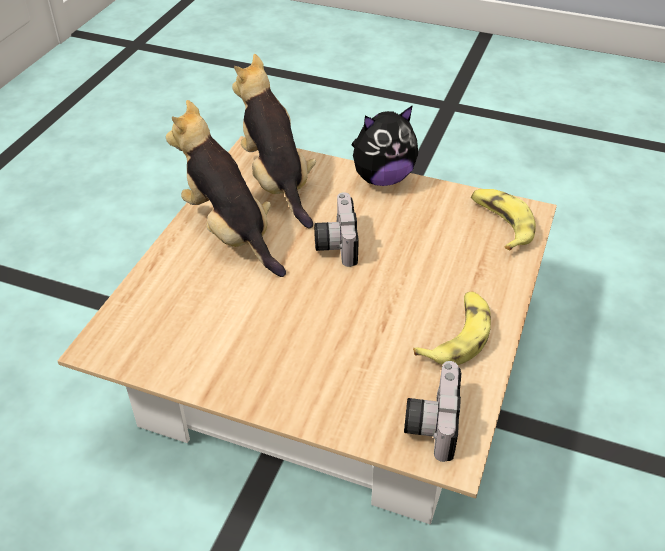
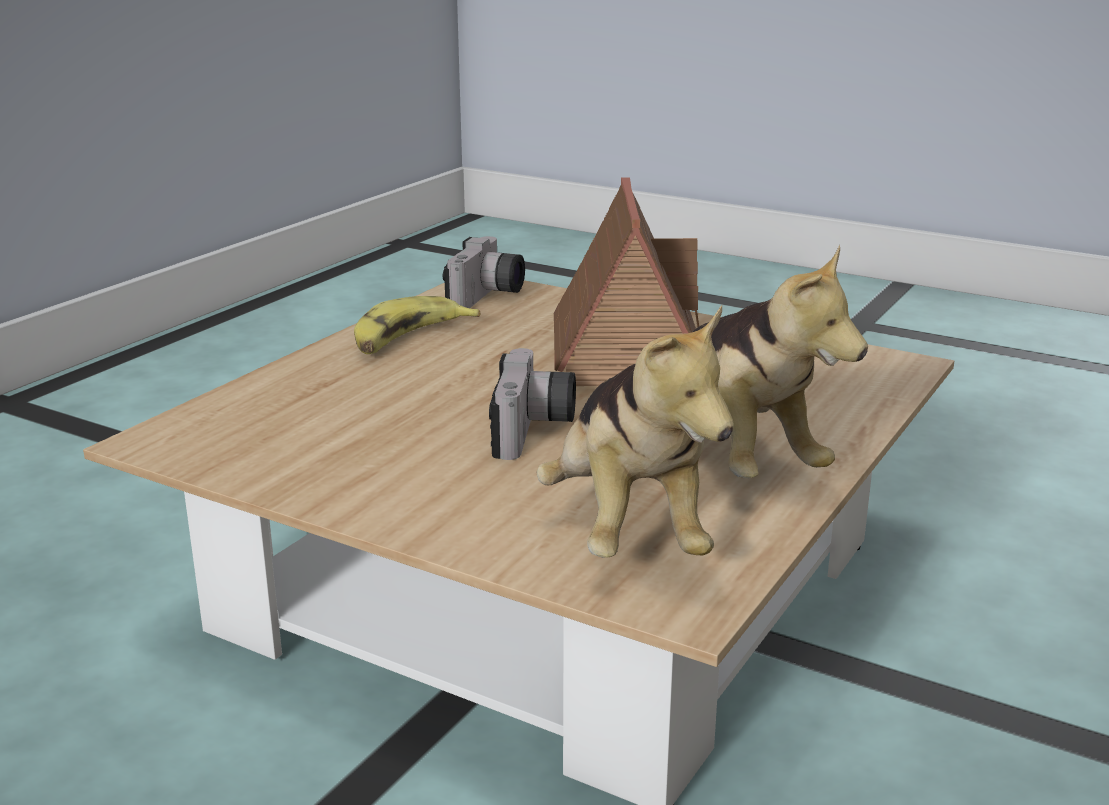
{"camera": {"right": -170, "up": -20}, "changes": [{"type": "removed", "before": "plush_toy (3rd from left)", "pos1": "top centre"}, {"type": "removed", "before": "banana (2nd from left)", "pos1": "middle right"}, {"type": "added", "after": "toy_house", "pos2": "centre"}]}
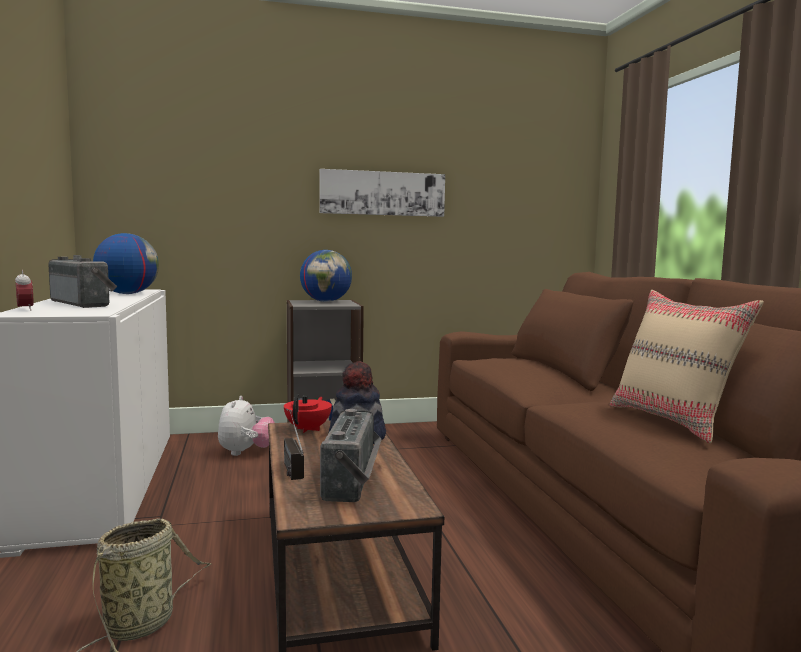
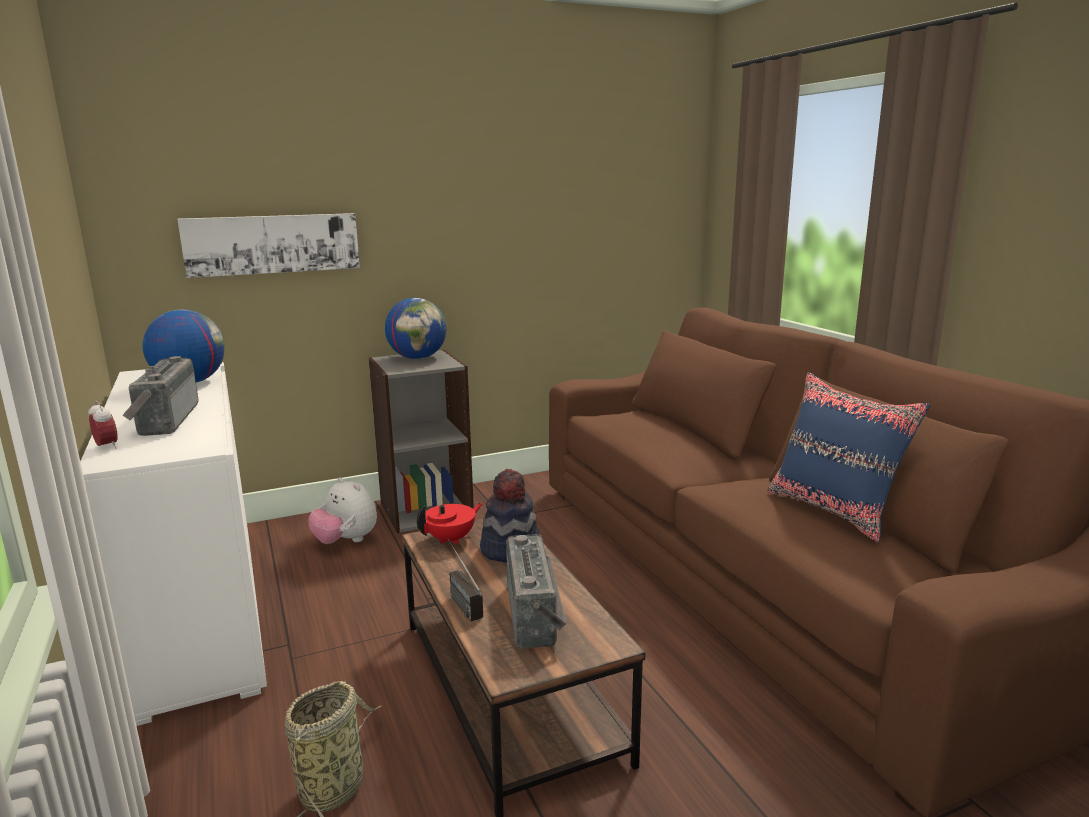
{"camera": {"right": -10, "up": 10}, "changes": [{"type": "turned", "before": "radio (1st from left)", "pos1": "middle left", "pos2": "middle left", "turn": -135}, {"type": "turned", "before": "plush_toy", "pos1": "middle left", "pos2": "middle left", "turn": 135}, {"type": "turned", "before": "red_teapot", "pos1": "centre", "pos2": "centre", "turn": 45}, {"type": "moved", "before": "picture", "pos1": "top centre", "pos2": "top left"}, {"type": "recoloured", "before": "beige_pillow", "after": "blue_pillow", "pos1": "middle right", "pos2": "middle right"}]}
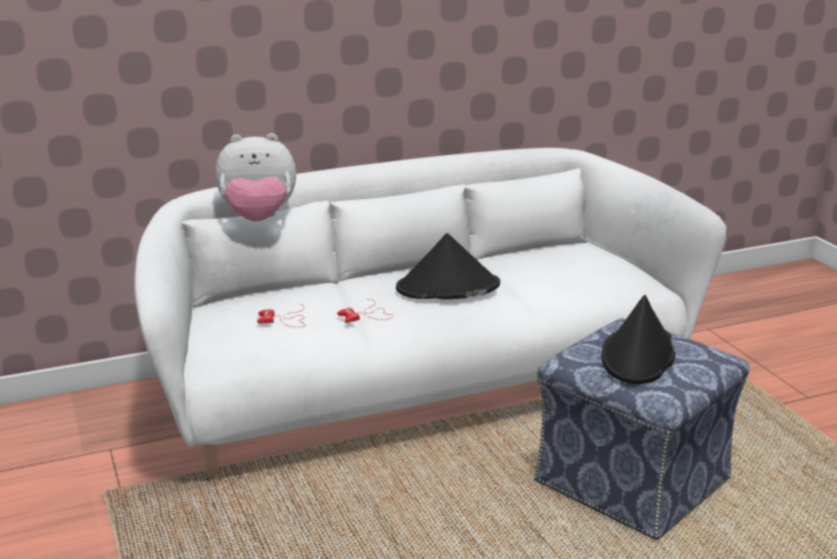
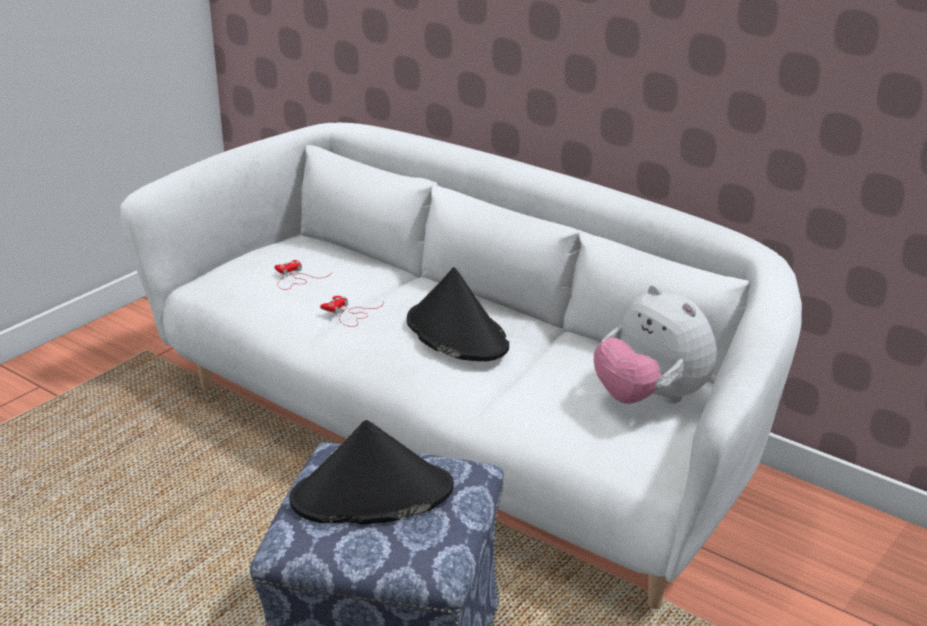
{"camera": {"right": 60, "up": 5}, "changes": [{"type": "moved", "before": "plush_toy", "pos1": "top left", "pos2": "middle right"}]}
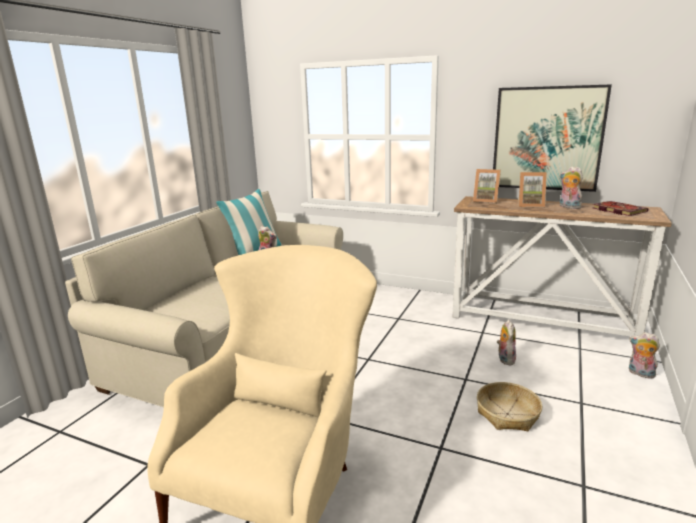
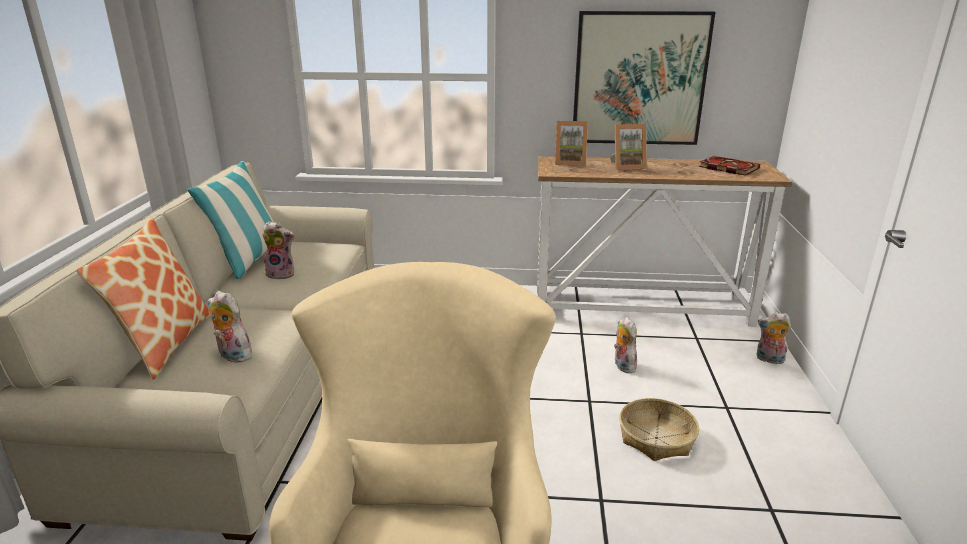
{"camera": {"right": -20, "up": 5}, "changes": [{"type": "moved", "before": "plush_toy (3rd from left in the first image)", "after": "plush_toy (1st from left)", "pos1": "middle right", "pos2": "middle left"}, {"type": "added", "after": "pillow (1st from left)", "pos2": "middle left"}]}
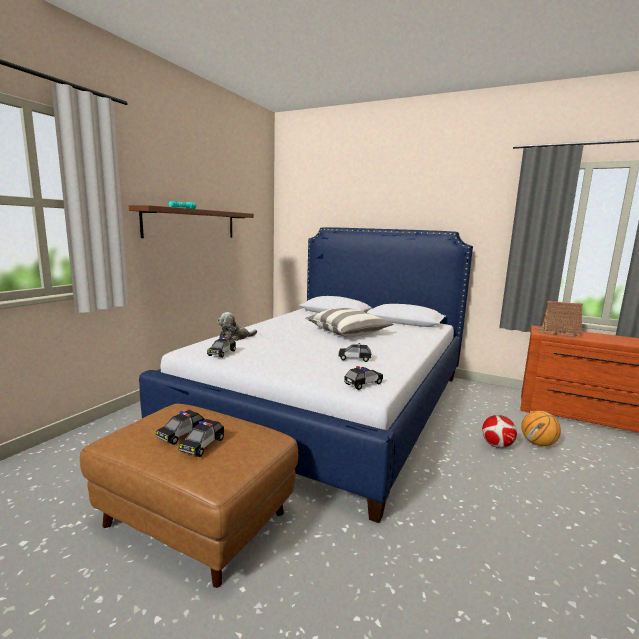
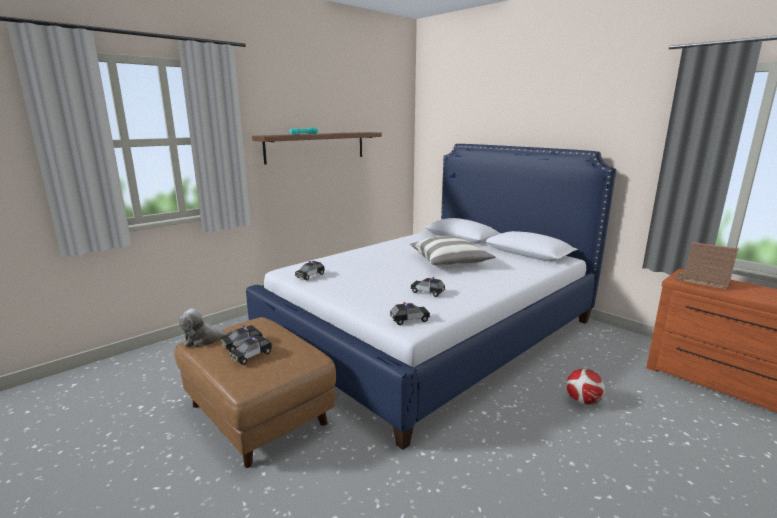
{"camera": {"right": 20, "up": 5}, "changes": [{"type": "moved", "before": "plush_toy", "pos1": "centre", "pos2": "middle left"}, {"type": "removed", "before": "basketball", "pos1": "bottom right"}]}
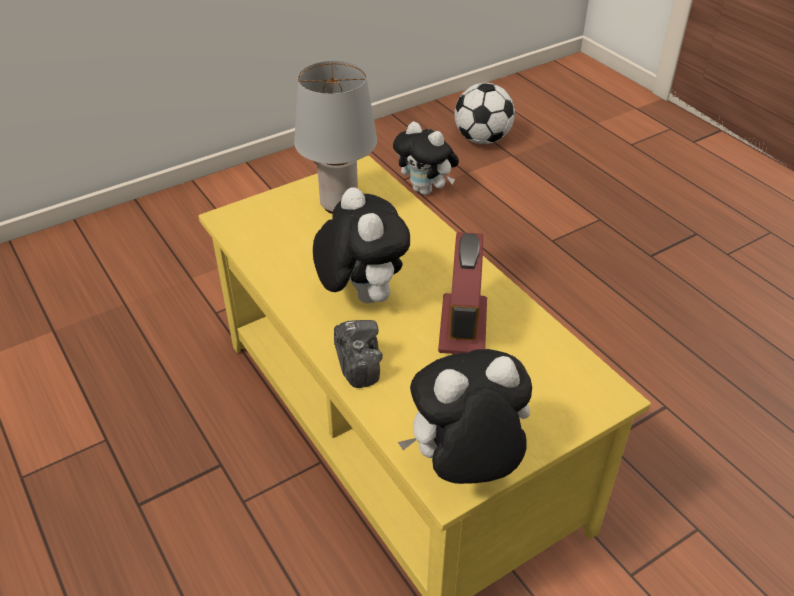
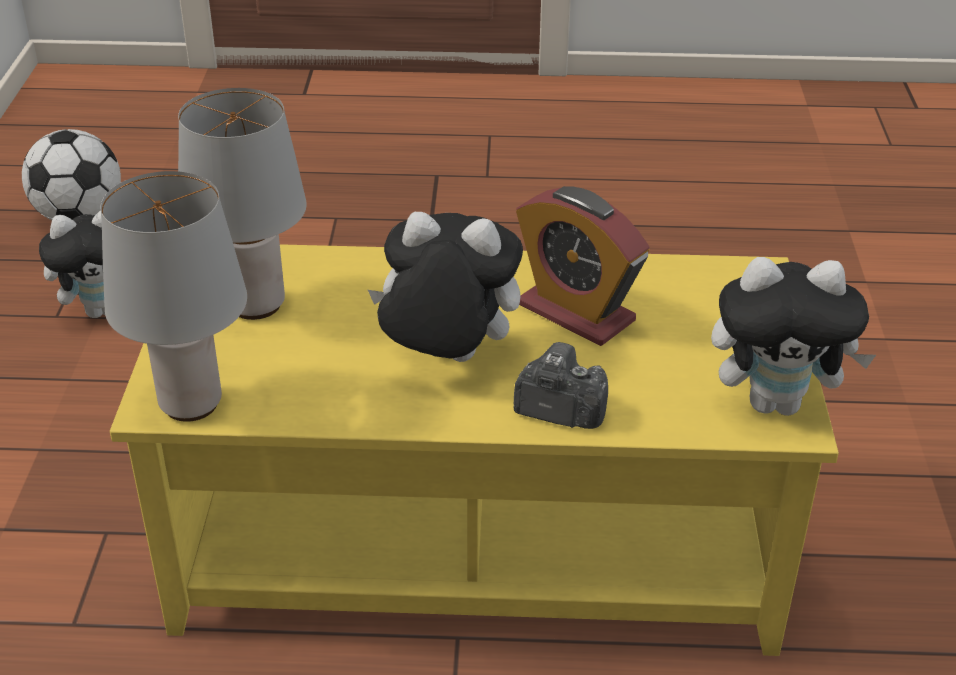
{"camera": {"right": -55, "up": -5}, "changes": [{"type": "turned", "before": "plush_toy (3rd from left)", "pos1": "bottom centre", "pos2": "middle right", "turn": -105}, {"type": "added", "after": "grey_table_lamp (1st from left)", "pos2": "middle left"}]}
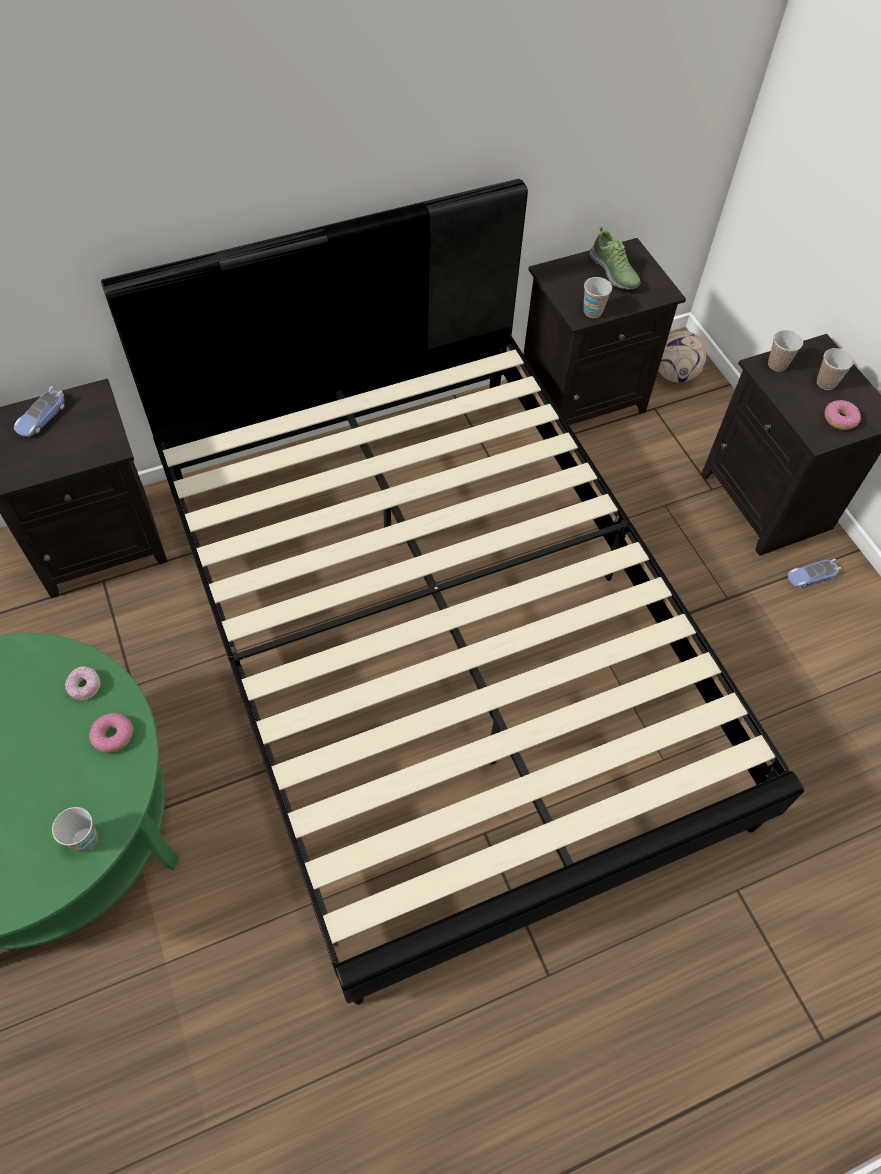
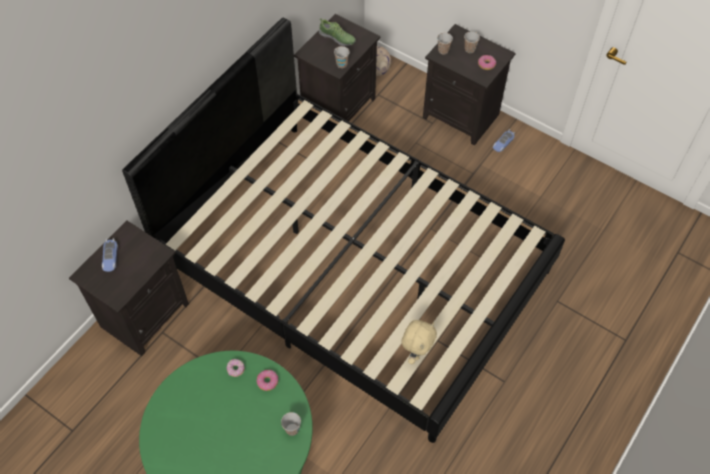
{"camera": {"right": -30, "up": 0}, "changes": [{"type": "added", "after": "beige_plush_toy", "pos2": "bottom centre"}]}
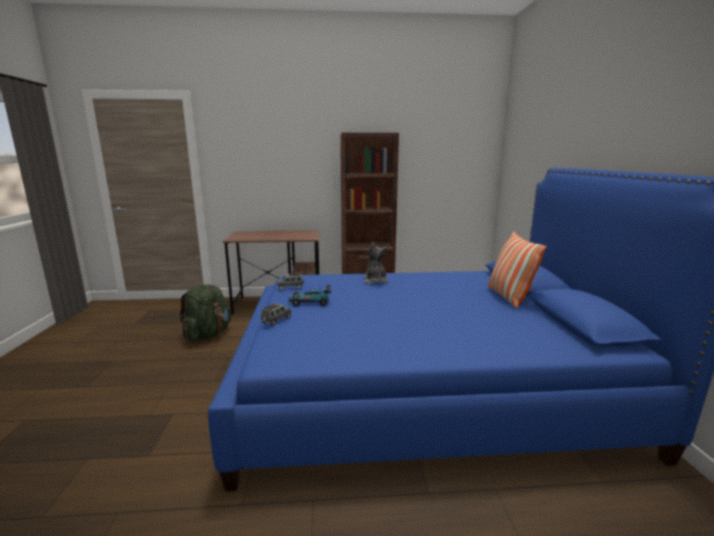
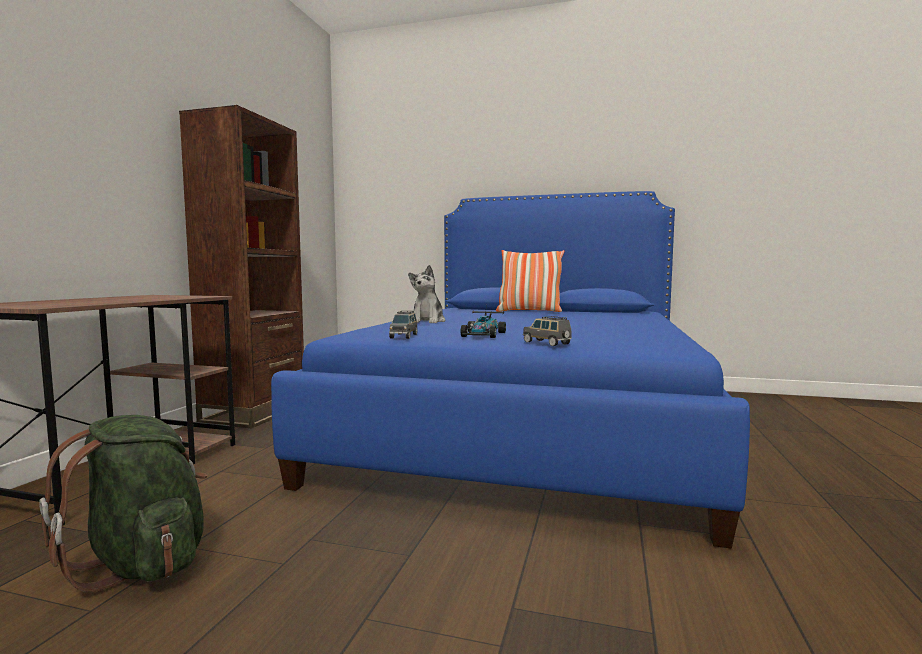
{"camera": {"right": -70, "up": -10}, "changes": [{"type": "turned", "before": "plush_toy", "pos1": "centre", "pos2": "centre", "turn": -90}]}
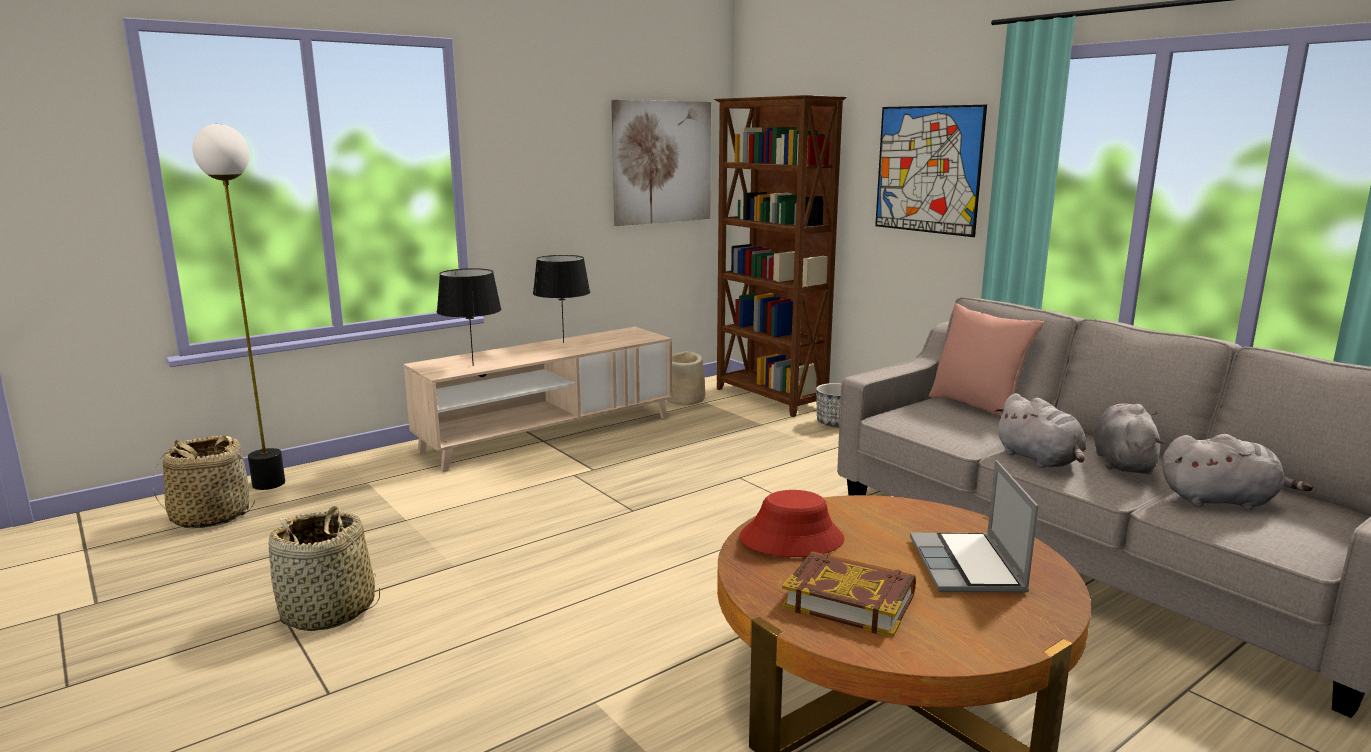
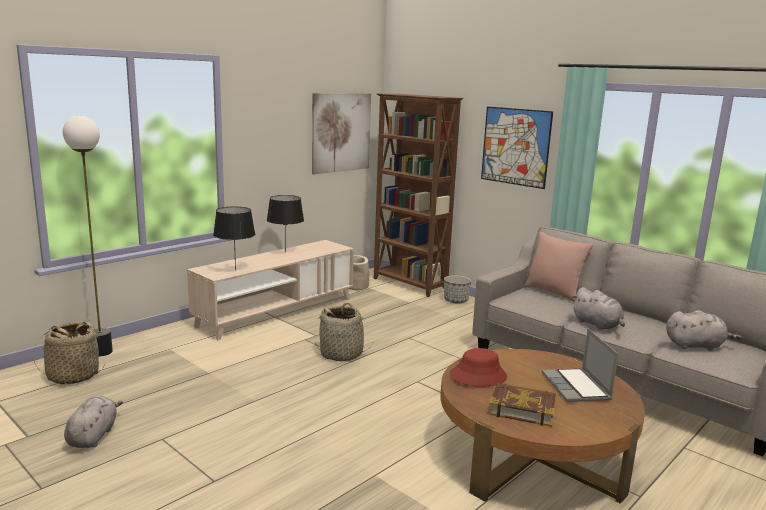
{"camera": {"right": -10, "up": 0}, "changes": [{"type": "moved", "before": "basket (2nd from left)", "pos1": "bottom left", "pos2": "centre"}, {"type": "moved", "before": "grey_plush_toy (2nd from left in the first image)", "after": "grey_plush_toy (1st from left)", "pos1": "middle right", "pos2": "bottom left"}]}
